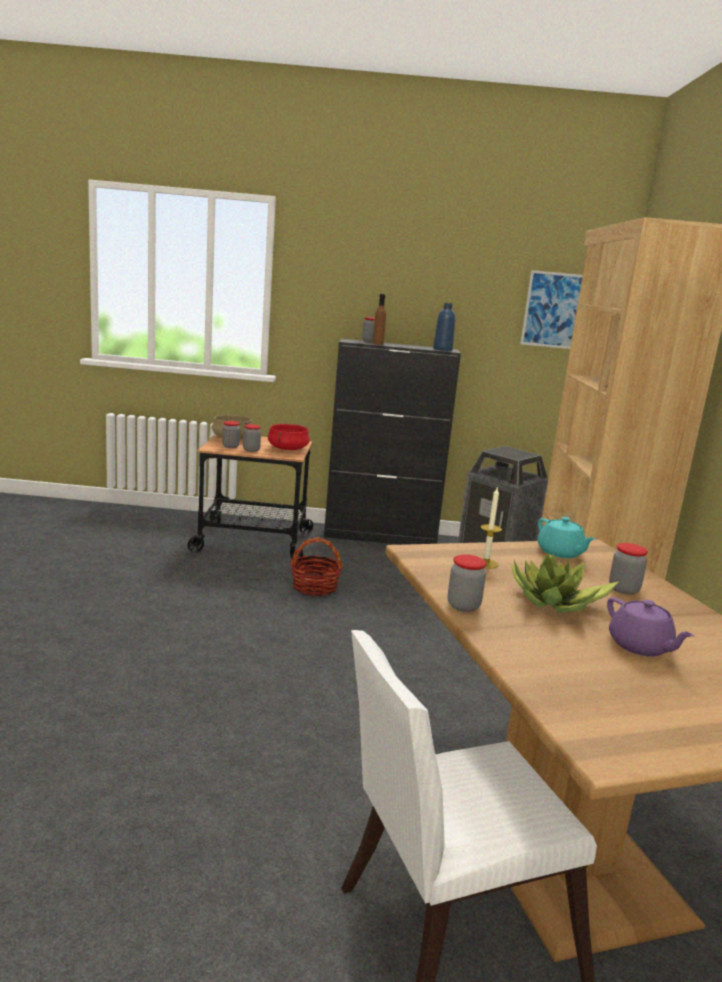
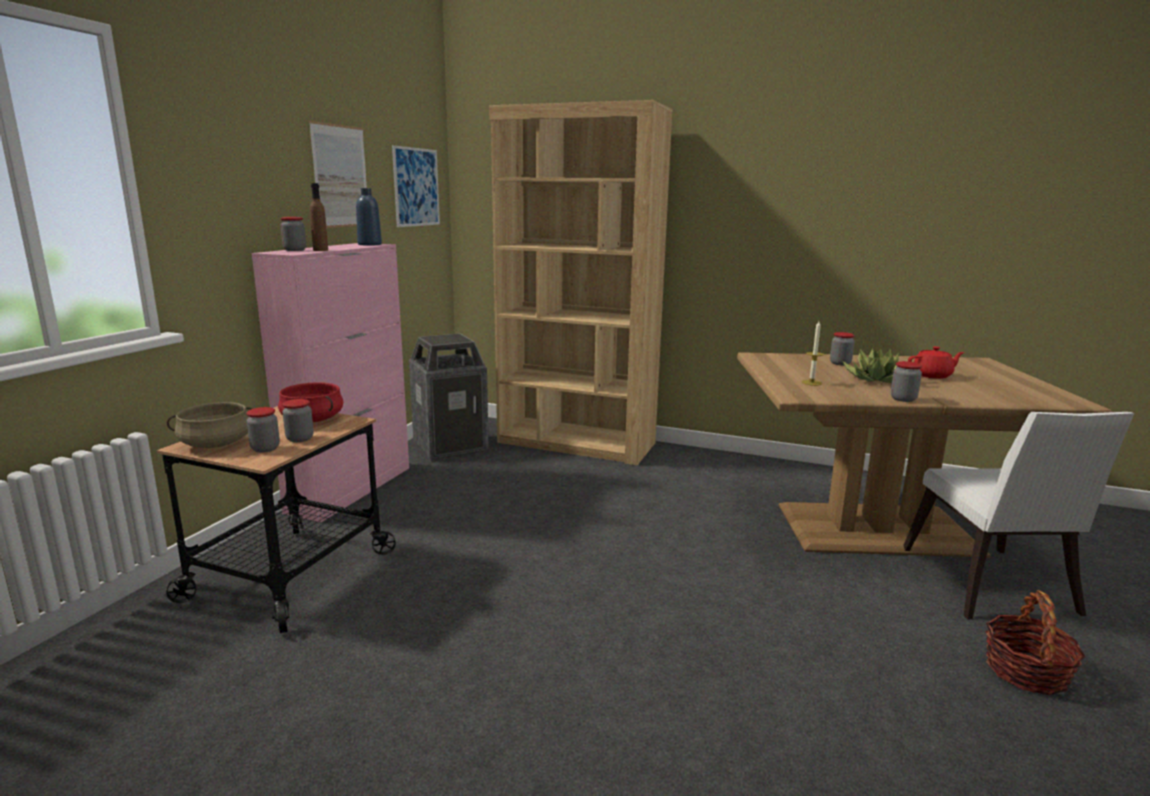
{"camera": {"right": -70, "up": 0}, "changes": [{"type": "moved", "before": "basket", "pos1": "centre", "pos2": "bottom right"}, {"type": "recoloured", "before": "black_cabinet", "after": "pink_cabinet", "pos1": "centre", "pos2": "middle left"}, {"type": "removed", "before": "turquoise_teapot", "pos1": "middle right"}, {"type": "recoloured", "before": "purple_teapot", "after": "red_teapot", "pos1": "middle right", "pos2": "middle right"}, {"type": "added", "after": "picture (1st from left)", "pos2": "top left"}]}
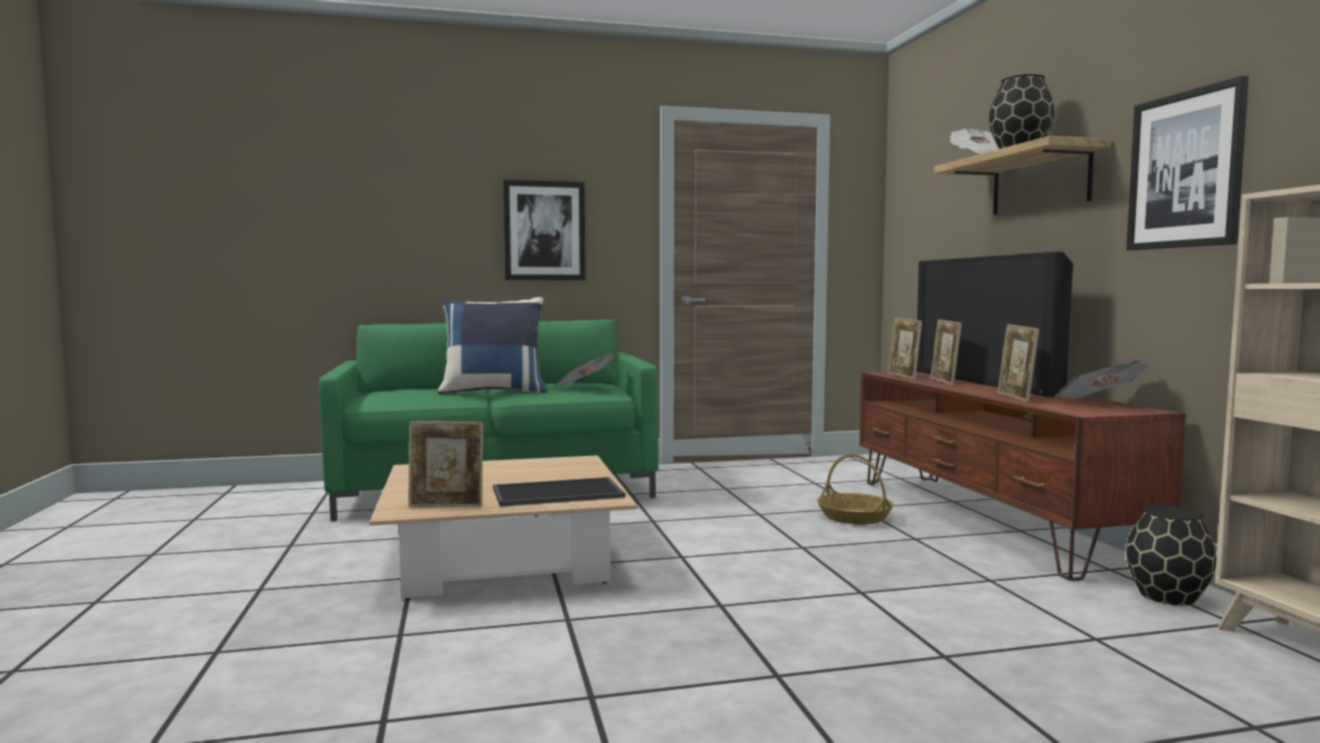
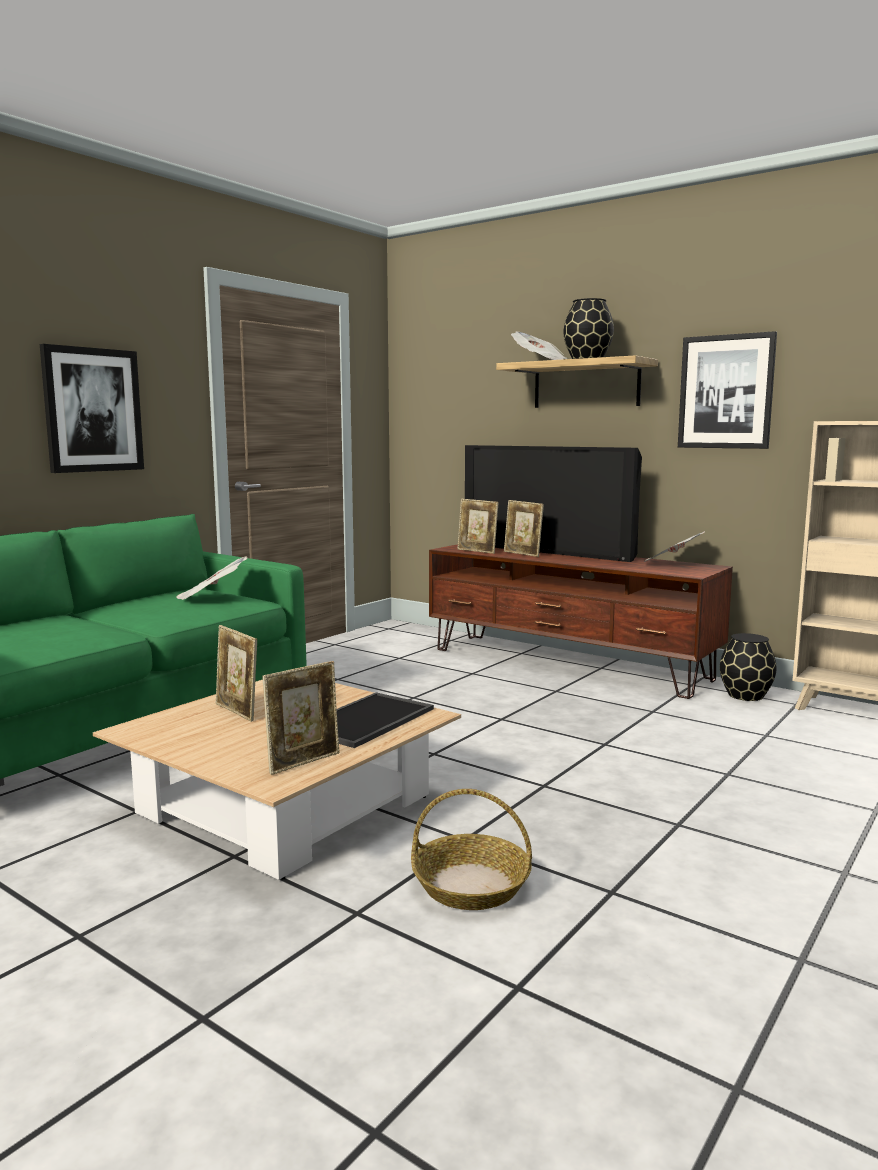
{"camera": {"right": -40, "up": 5}, "changes": [{"type": "removed", "before": "blue_pillow", "pos1": "centre"}, {"type": "moved", "before": "basket", "pos1": "centre", "pos2": "bottom centre"}, {"type": "moved", "before": "picture_frame (4th from left in the first image)", "after": "picture_frame (1st from left)", "pos1": "middle right", "pos2": "middle left"}]}
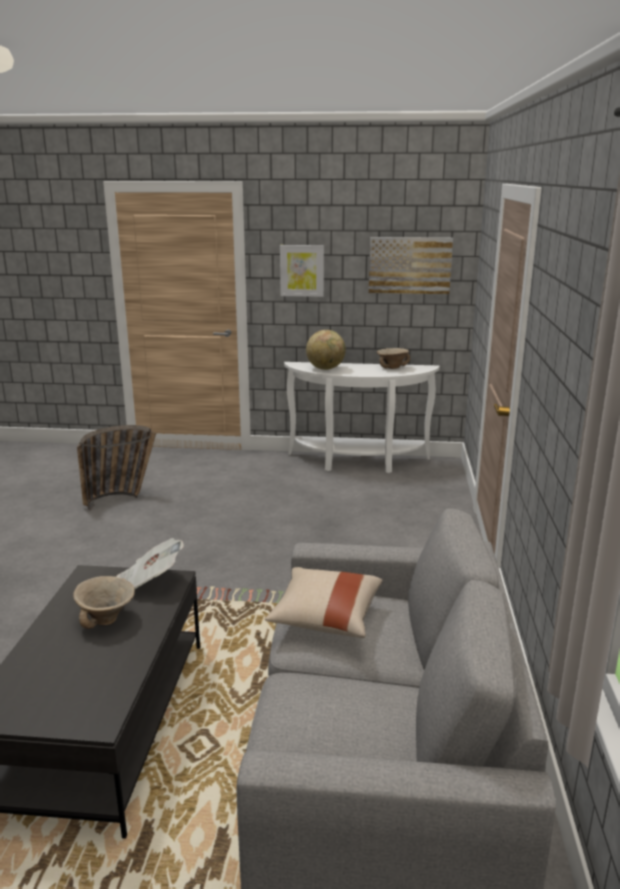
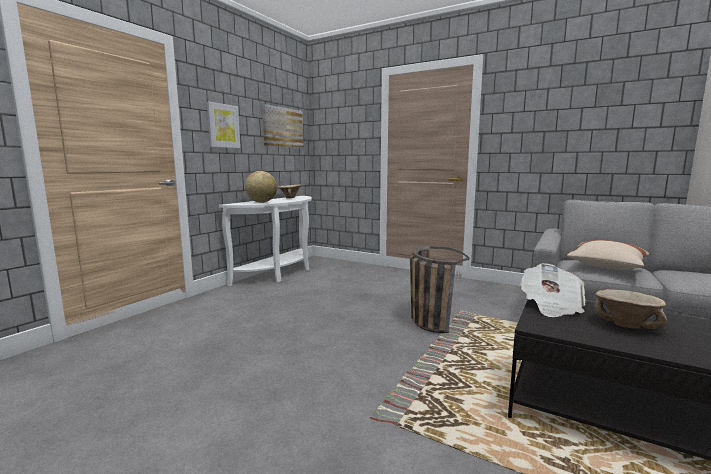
{"camera": {"right": -65, "up": -10}, "changes": [{"type": "moved", "before": "basket", "pos1": "middle left", "pos2": "centre"}]}
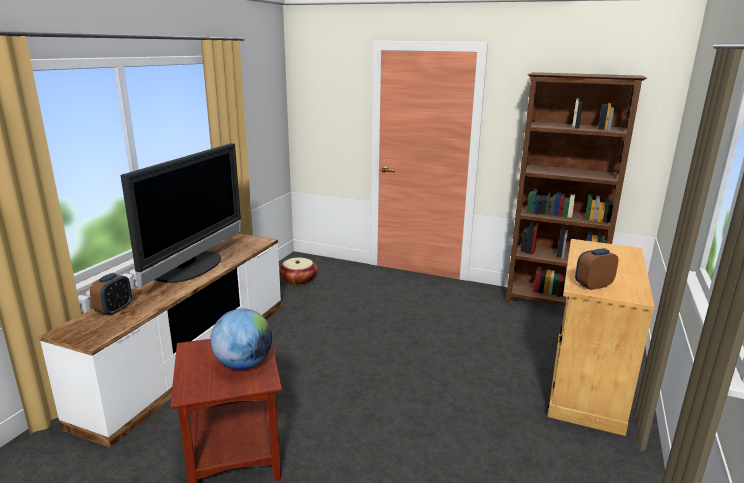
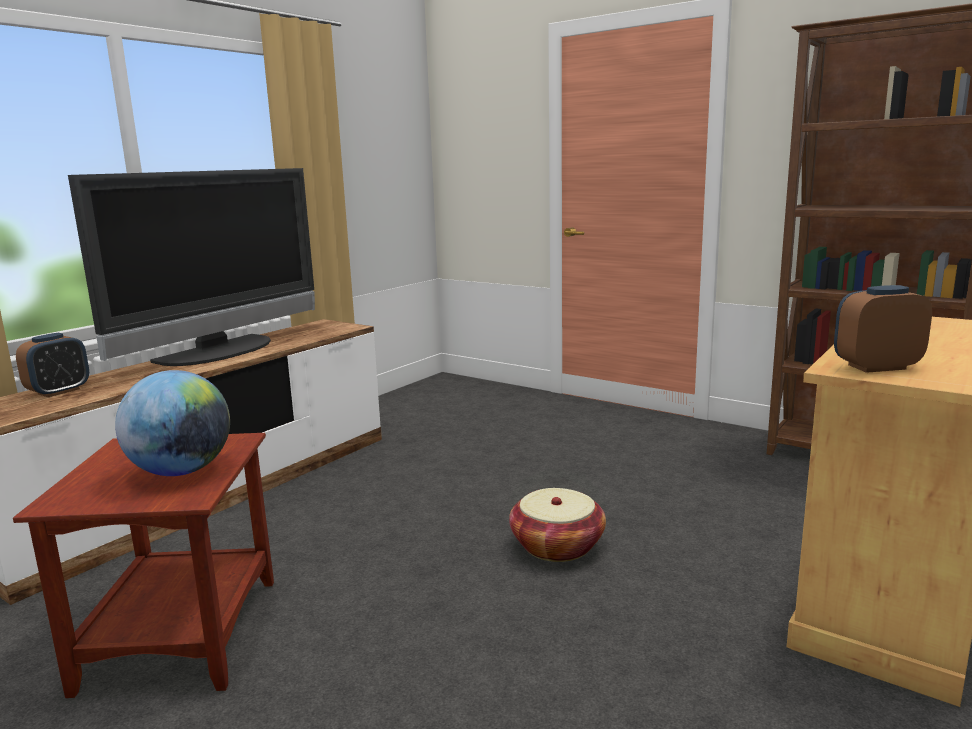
{"camera": {"right": 15, "up": -5}, "changes": [{"type": "moved", "before": "basket", "pos1": "centre", "pos2": "bottom centre"}]}
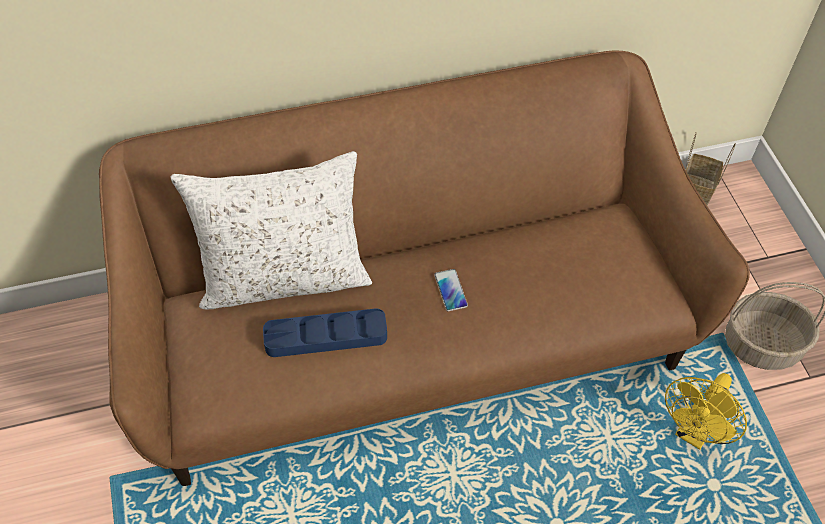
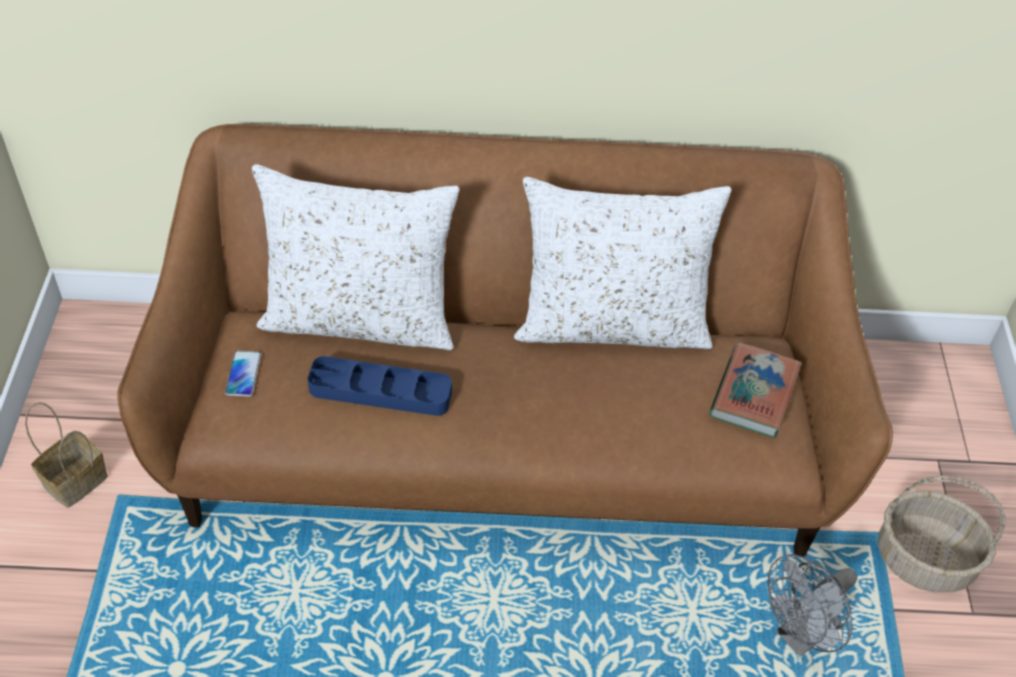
{"camera": {"right": 15, "up": -5}, "changes": [{"type": "moved", "before": "phone", "pos1": "centre", "pos2": "middle left"}, {"type": "recoloured", "before": "yellow_fan", "after": "grey_fan", "pos1": "bottom right", "pos2": "bottom right"}, {"type": "moved", "before": "basket (1st from left)", "pos1": "top right", "pos2": "bottom left"}, {"type": "added", "after": "white_pillow (2nd from left)", "pos2": "centre"}, {"type": "added", "after": "book", "pos2": "middle right"}]}
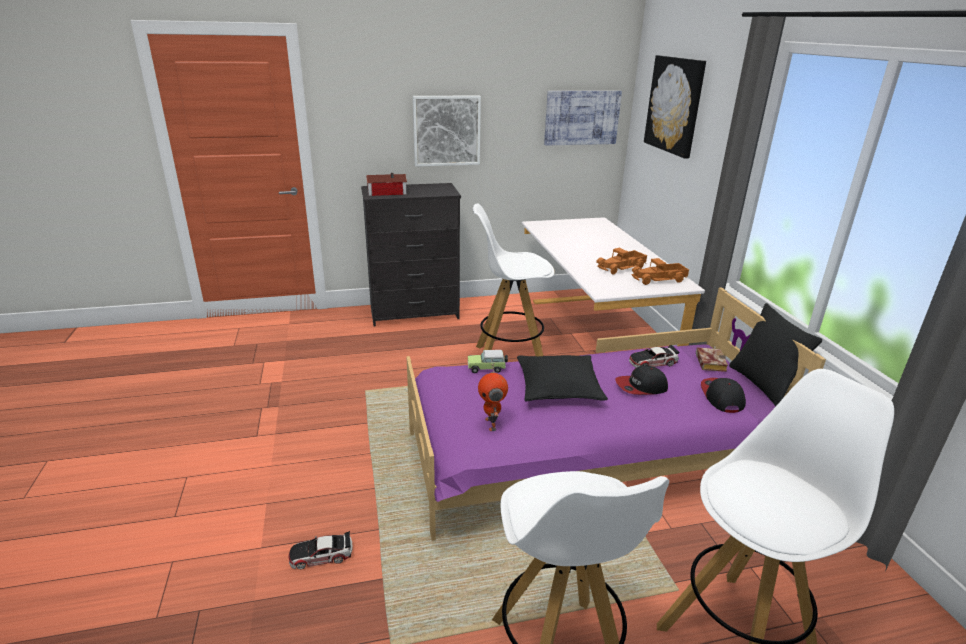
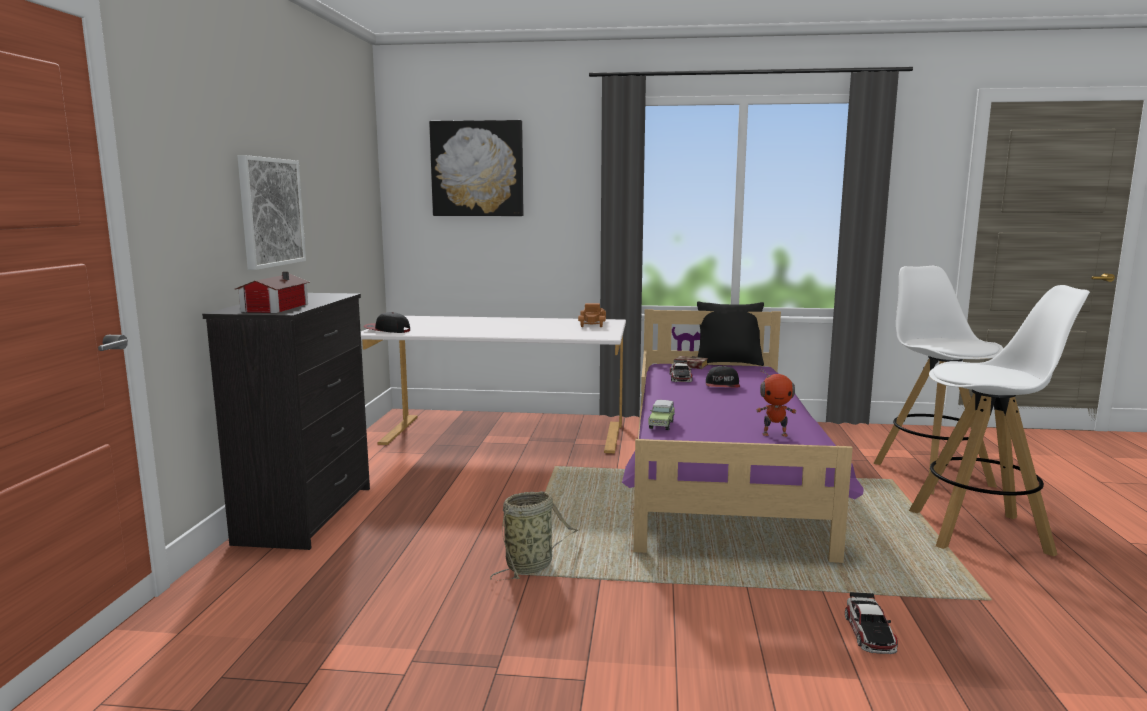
{"camera": {"right": -70, "up": -15}, "changes": [{"type": "removed", "before": "white_stool (1st from left)", "pos1": "centre"}, {"type": "removed", "before": "black_pillow (1st from left)", "pos1": "centre"}, {"type": "removed", "before": "picture (2nd from left)", "pos1": "top centre"}, {"type": "removed", "before": "toy_truck (1st from left)", "pos1": "centre"}, {"type": "moved", "before": "cap (2nd from left in the first image)", "after": "cap (1st from left)", "pos1": "middle right", "pos2": "centre"}, {"type": "added", "after": "basket", "pos2": "bottom centre"}]}
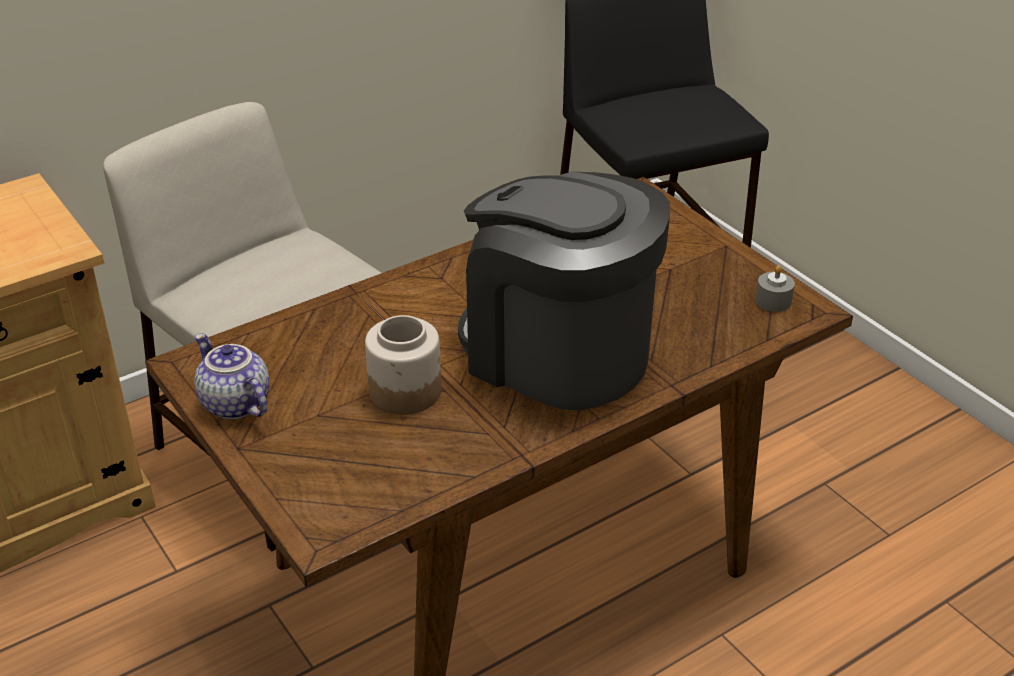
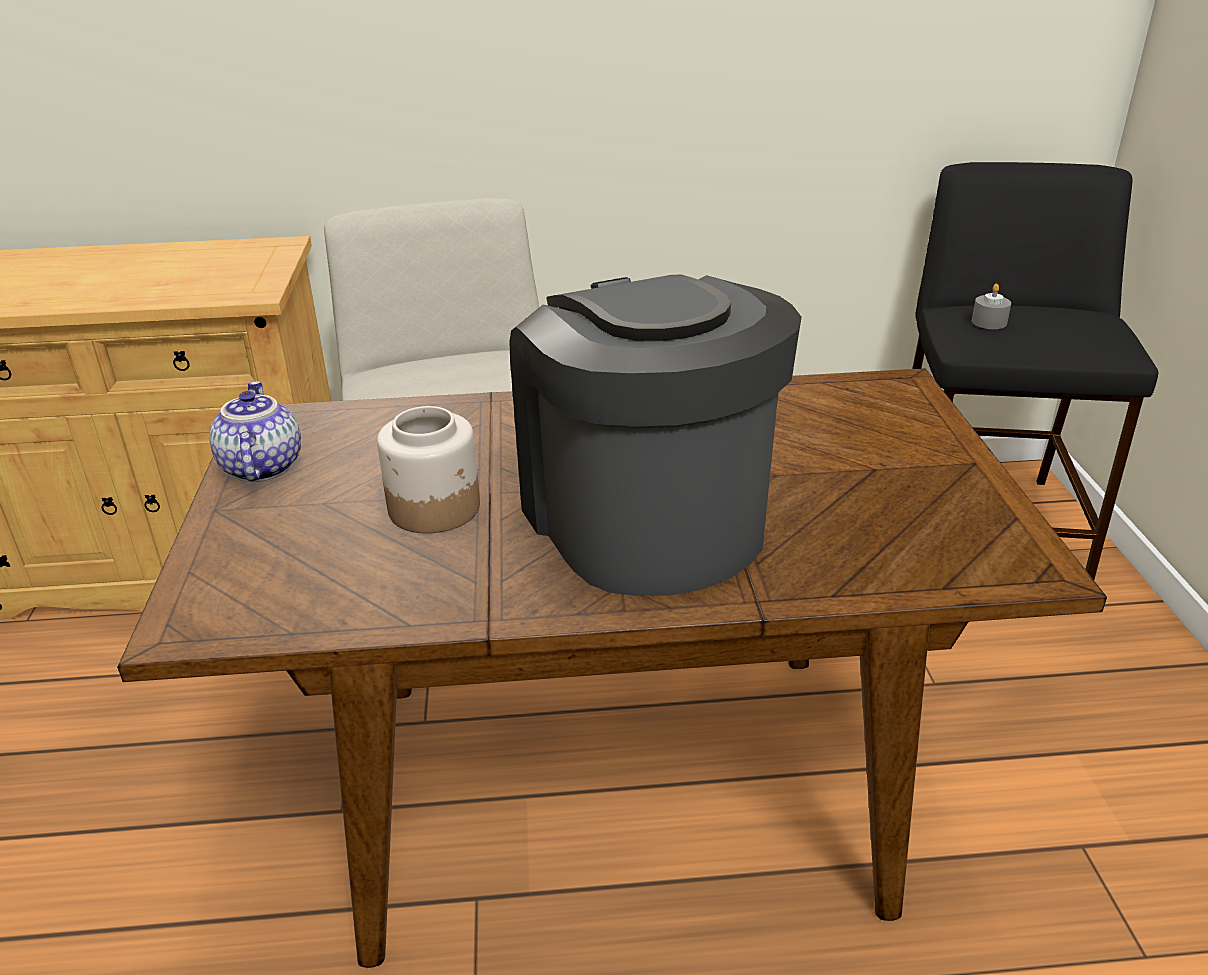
{"camera": {"right": 30, "up": -5}, "changes": [{"type": "moved", "before": "grey_candle", "pos1": "middle right", "pos2": "top right"}]}
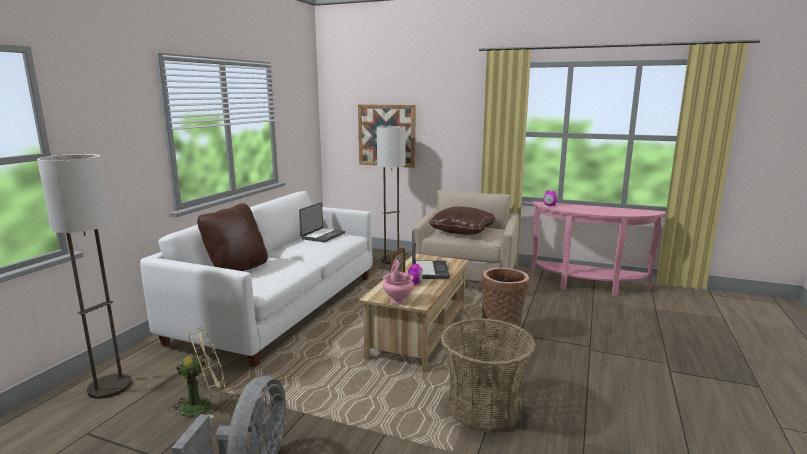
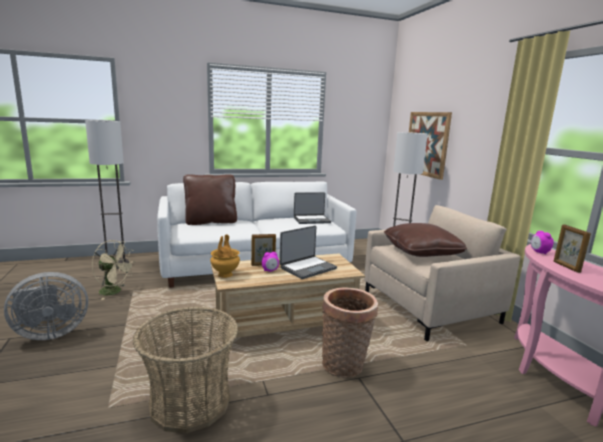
{"camera": {"right": 50, "up": 0}, "changes": [{"type": "recoloured", "before": "pink_vase", "after": "brown_vase", "pos1": "centre", "pos2": "centre"}, {"type": "added", "after": "picture_frame (2nd from left)", "pos2": "middle right"}]}
